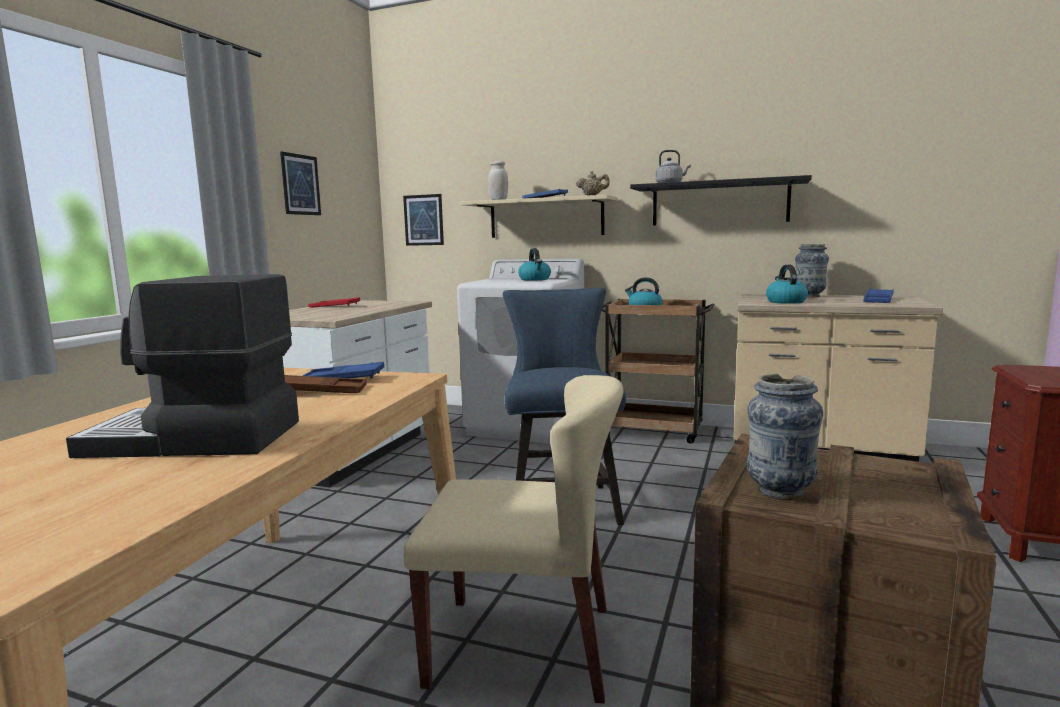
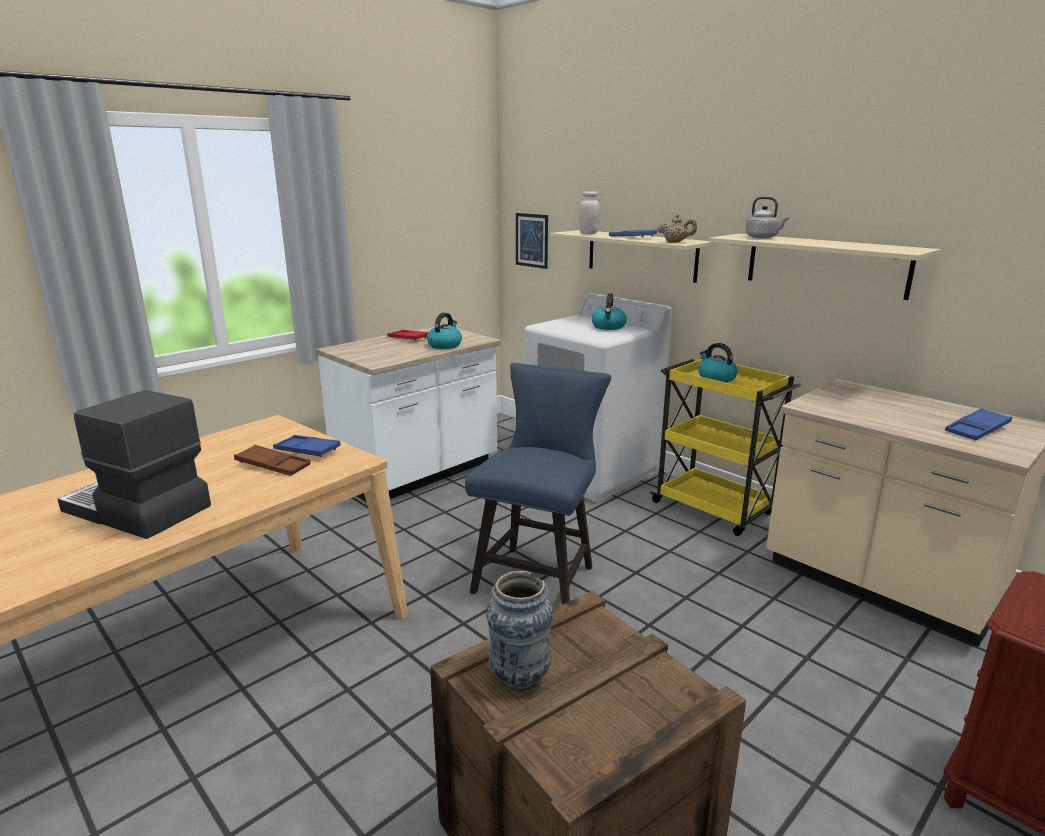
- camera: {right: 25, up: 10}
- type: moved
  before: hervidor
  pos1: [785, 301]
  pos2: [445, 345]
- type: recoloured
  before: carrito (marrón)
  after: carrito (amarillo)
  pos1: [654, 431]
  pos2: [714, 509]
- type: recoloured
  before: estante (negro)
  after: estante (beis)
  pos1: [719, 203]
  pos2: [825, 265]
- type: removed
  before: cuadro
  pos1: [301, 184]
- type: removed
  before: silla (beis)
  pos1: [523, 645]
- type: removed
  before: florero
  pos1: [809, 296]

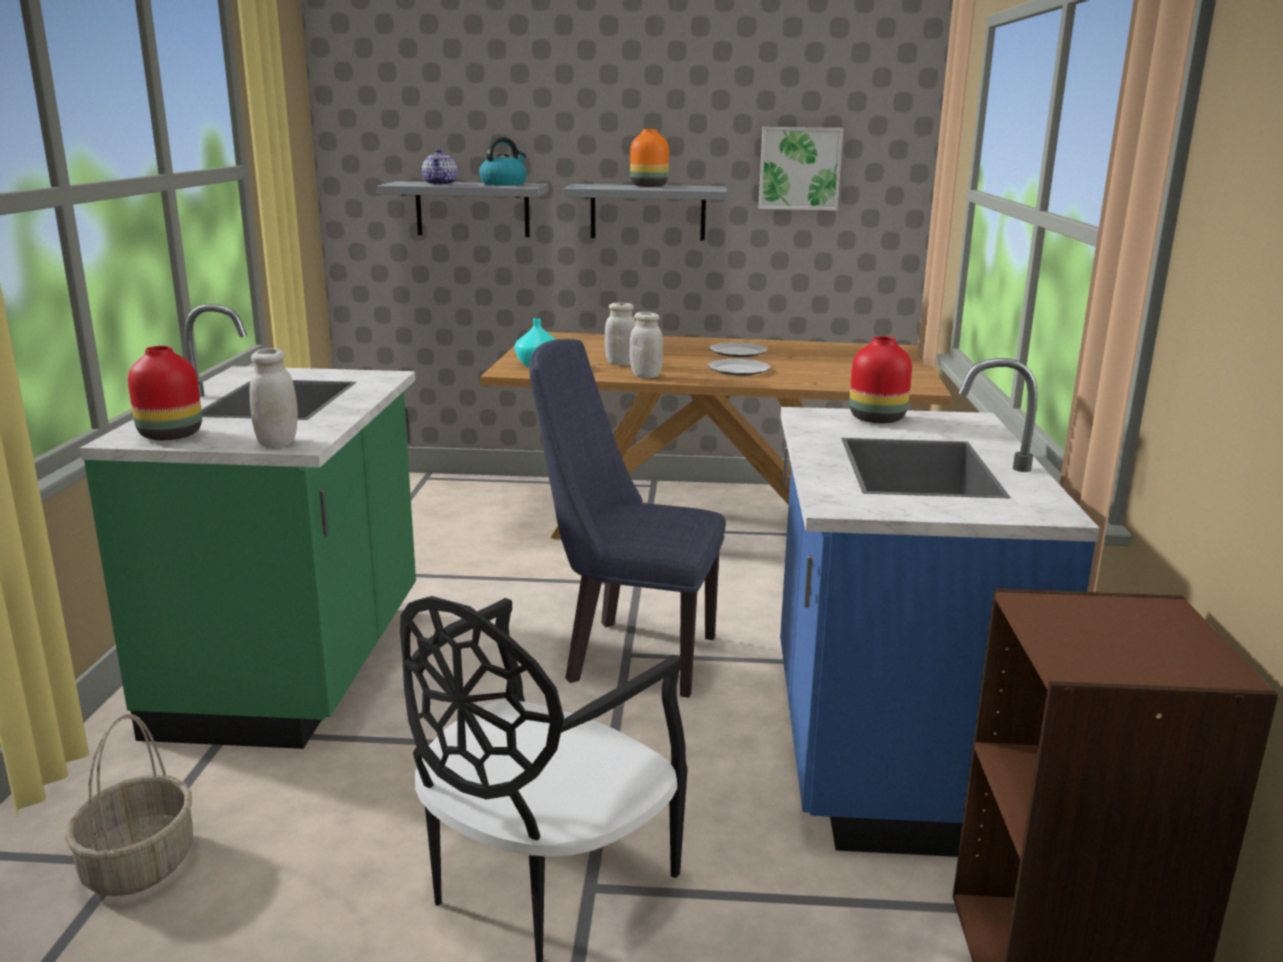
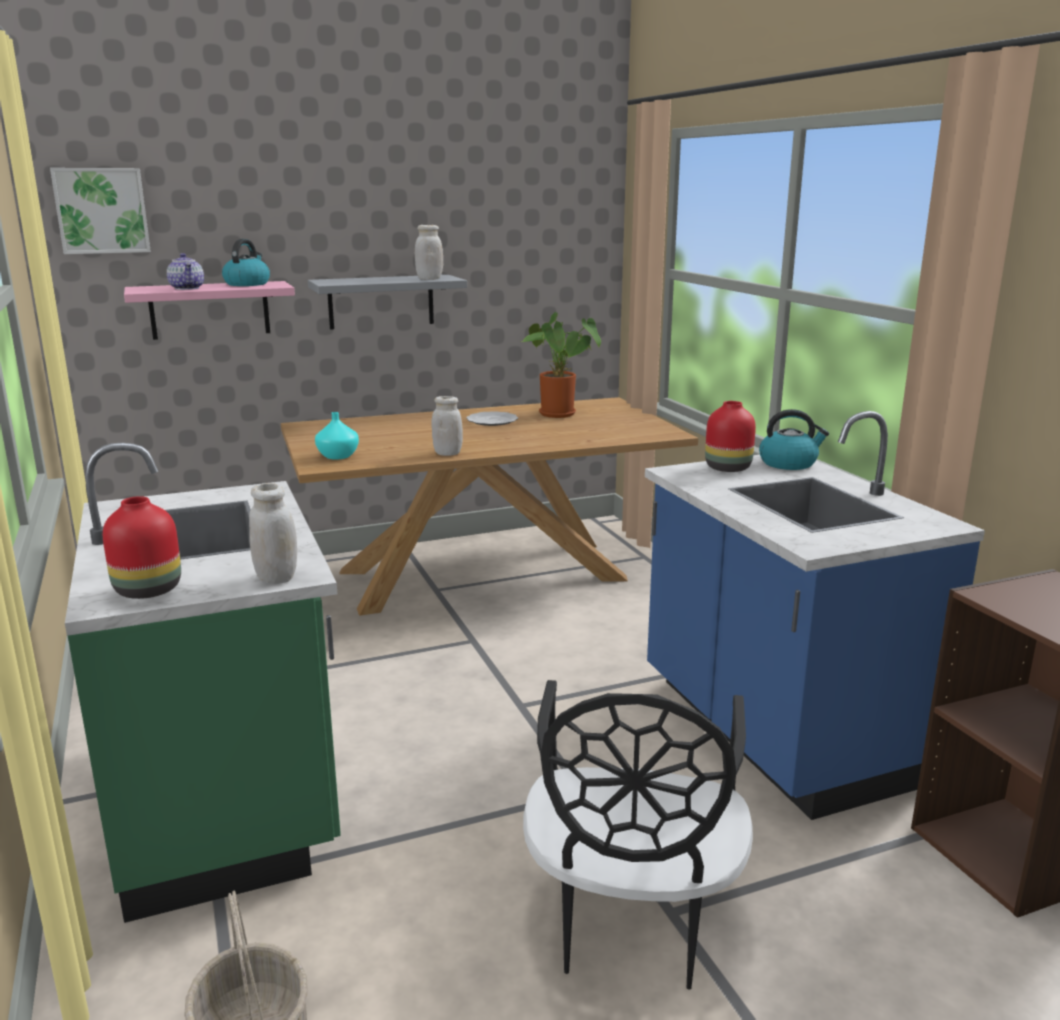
- camera: {right: -25, up: 0}
- type: moved
  before: cuadro
  pos1: [799, 168]
  pos2: [102, 210]
- type: recoloured
  before: estante (gris)
  after: estante (rosa)
  pos1: [472, 209]
  pos2: [210, 310]
- type: moved
  before: tarro (blanco)
  pos1: [620, 363]
  pos2: [429, 279]
- type: added
  after: planta en maceta
  pos2: [560, 415]
- type: added
  after: hervidor
  pos2: [789, 463]
- type: removed
  before: silla (azul)
  pos1: [628, 656]
- type: removed
  before: florero (naranja)
  pos1: [649, 186]
- type: removed
  before: plato
  pos1: [738, 369]

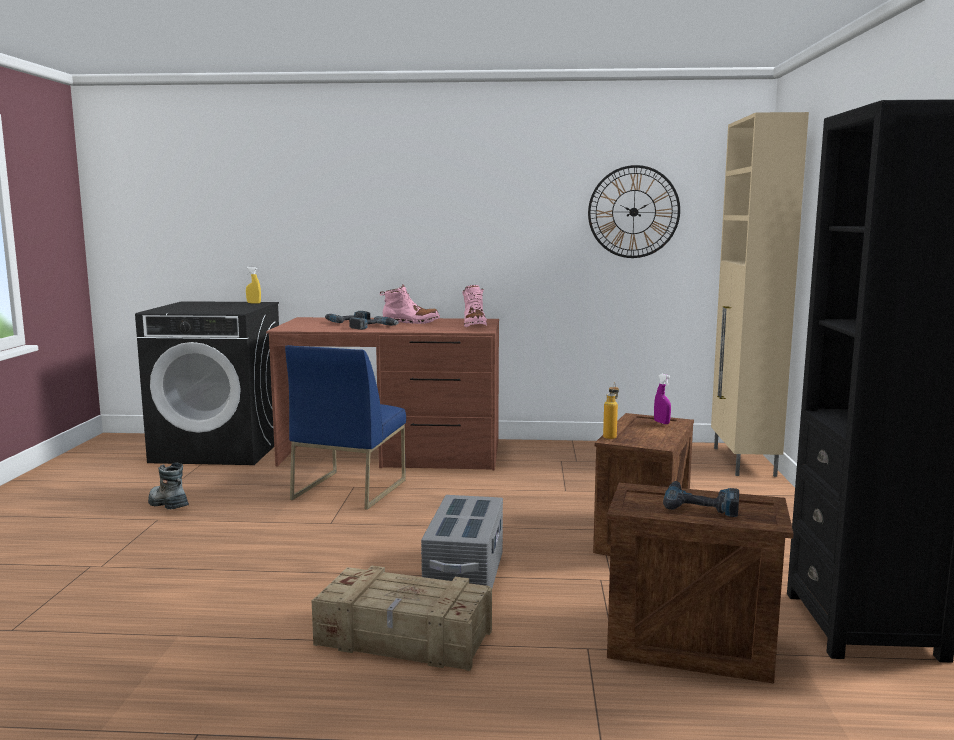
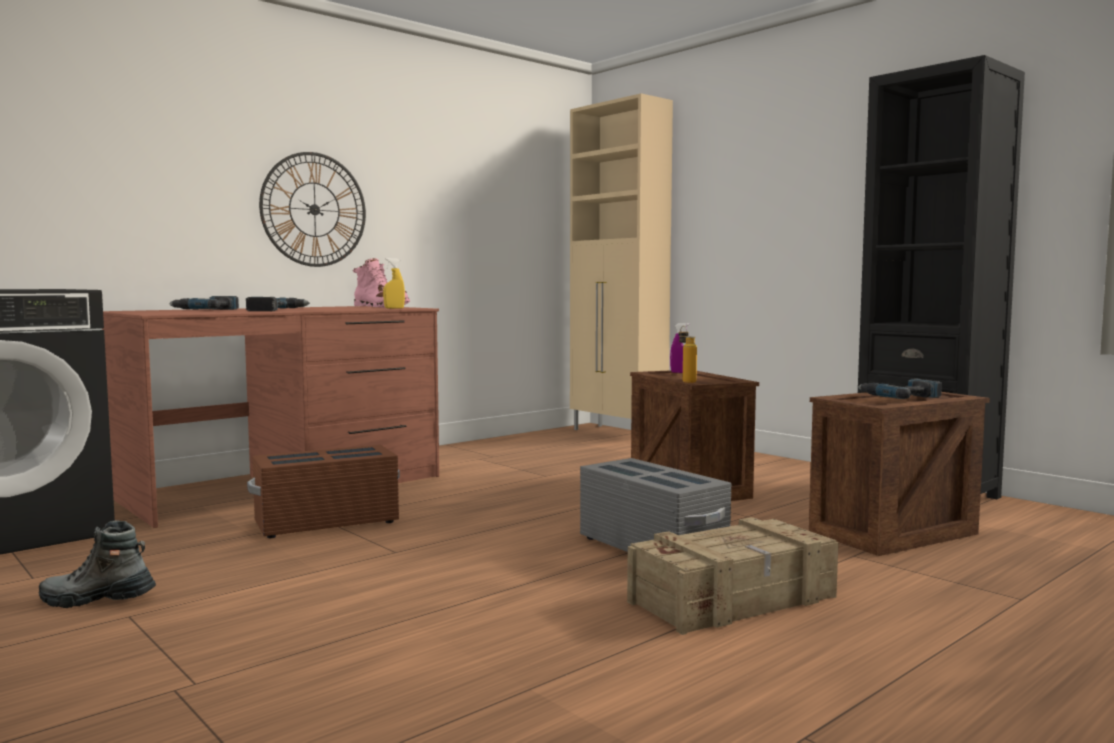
- camera: {right: -45, up: -5}
- type: replaced
  before: silla (azul)
  after: caja de almacenaje (marrón)
  pos1: [349, 489]
  pos2: [326, 523]
- type: moved
  before: reloj de pared
  pos1: [633, 212]
  pos2: [314, 209]
- type: moved
  before: pulverizador (amarillo)
  pos1: [253, 303]
  pos2: [394, 308]
- type: removed
  before: bota (rosa)
  pos1: [410, 322]

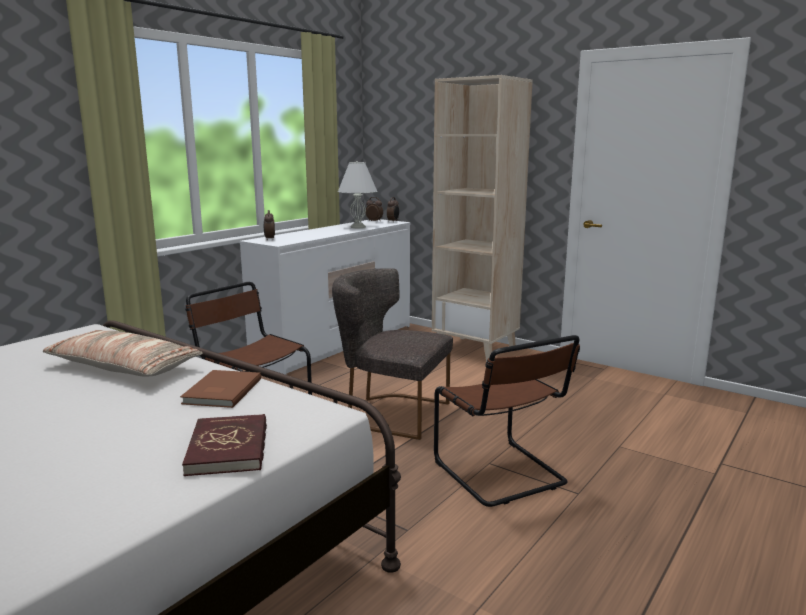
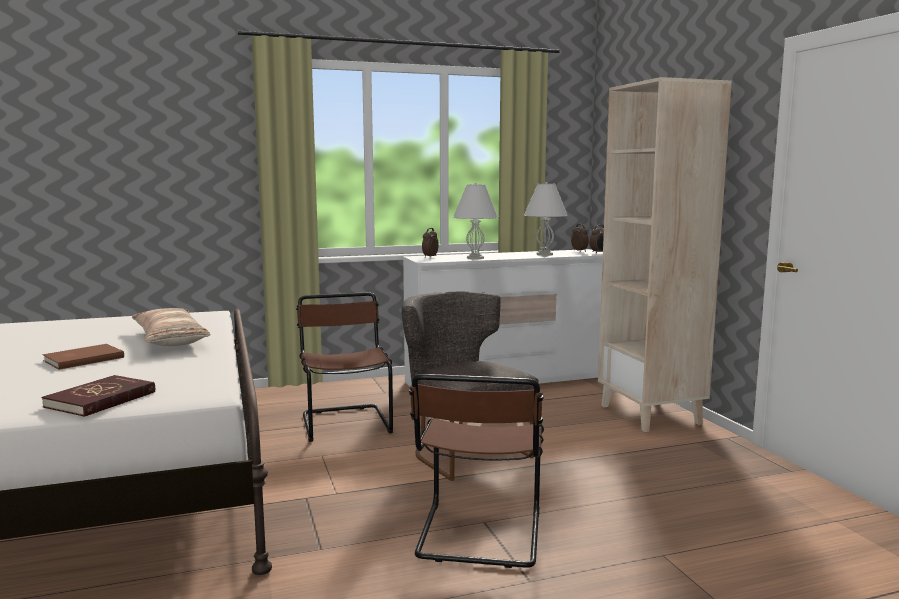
- camera: {right: 35, up: -5}
- type: moved
  before: libro (marrón)
  pos1: [220, 391]
  pos2: [82, 359]
- type: added
  after: lámpara de mesa (blanco)
  pos2: [475, 258]

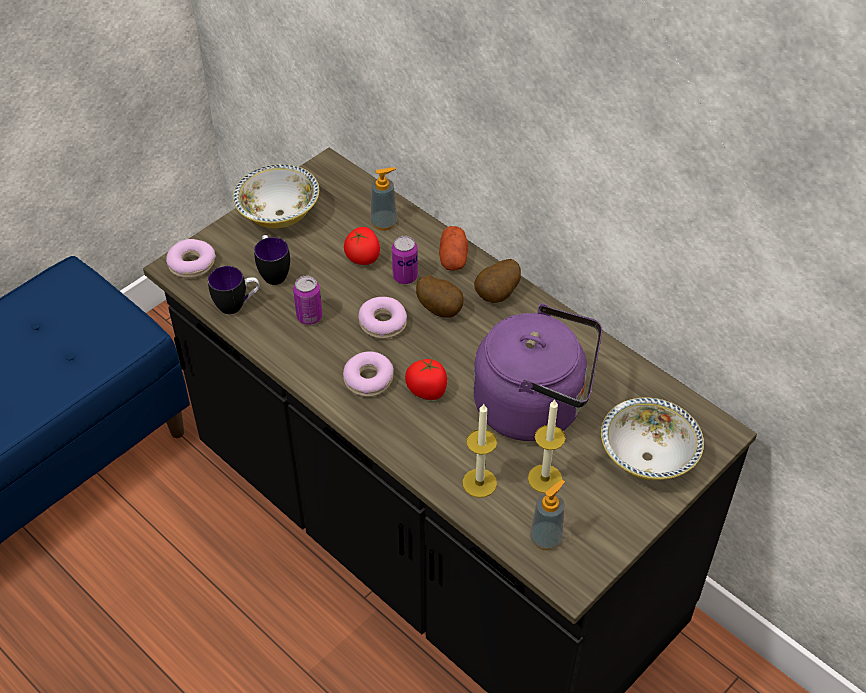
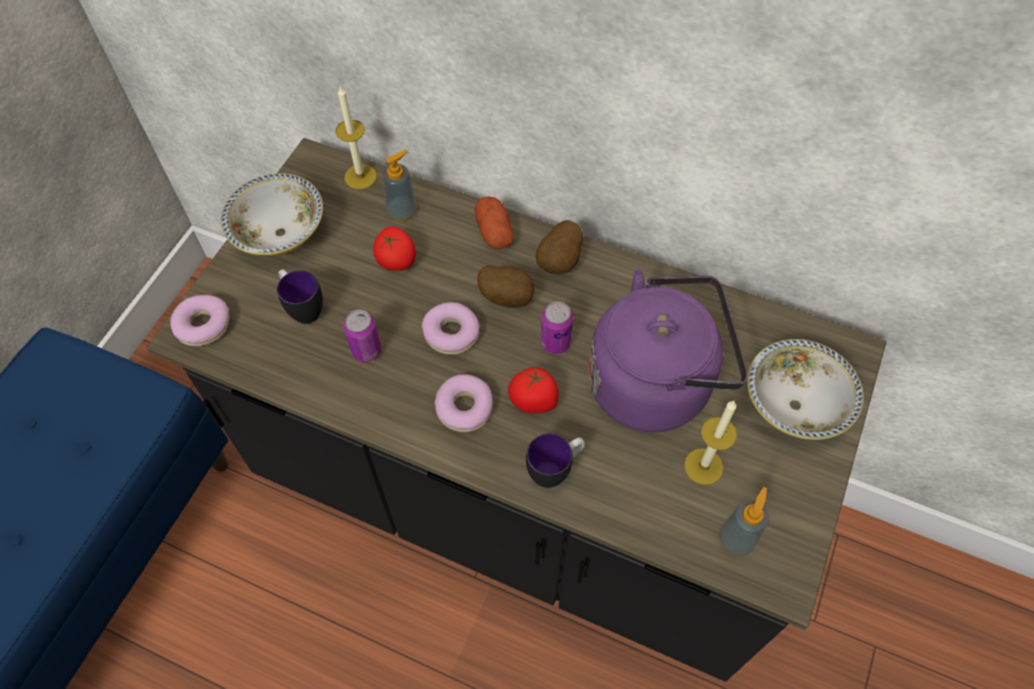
- camera: {right: -20, up: 10}
- type: moved
  before: vela
  pos1: [479, 483]
  pos2: [360, 176]
- type: moved
  before: taza grande
  pos1: [237, 305]
  pos2: [555, 470]
- type: moved
  before: lata
  pos1: [405, 277]
  pos2: [555, 342]

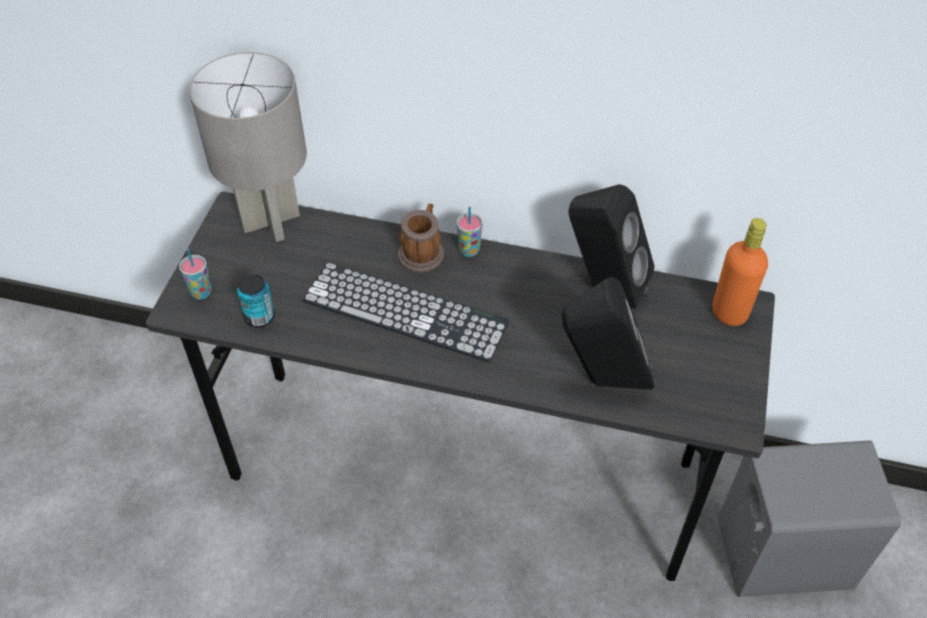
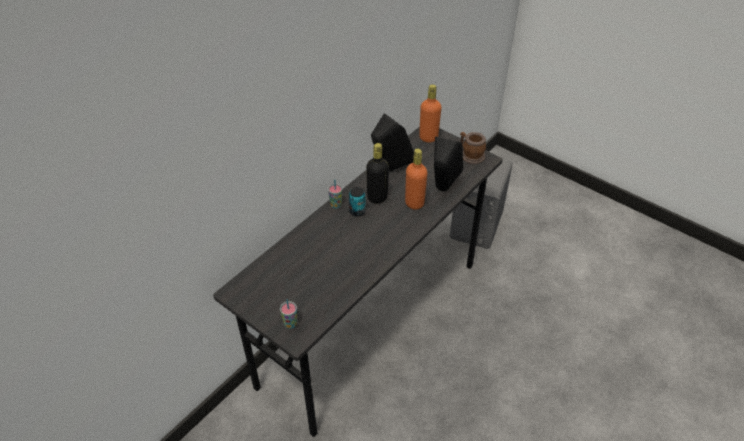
- camera: {right: -65, up: -5}
- type: moved
  before: lata
  pos1: [259, 317]
  pos2: [357, 211]
- type: added
  after: botella (negro)
  pos2: [377, 197]
- type: added
  after: botella (naranja)
  pos2: [414, 203]
- type: moved
  before: taza grande
  pos1: [422, 251]
  pos2: [470, 155]
- type: removed
  before: lámpara de mesa (gris)
  pos1: [270, 222]
- type: removed
  before: teclado
  pos1: [405, 311]

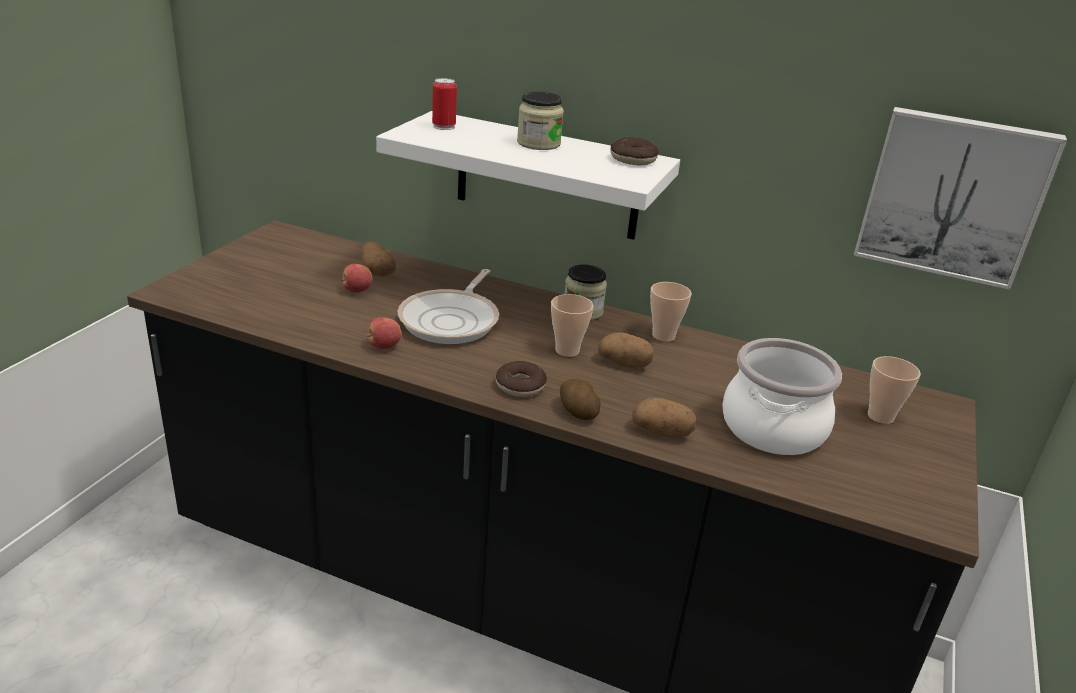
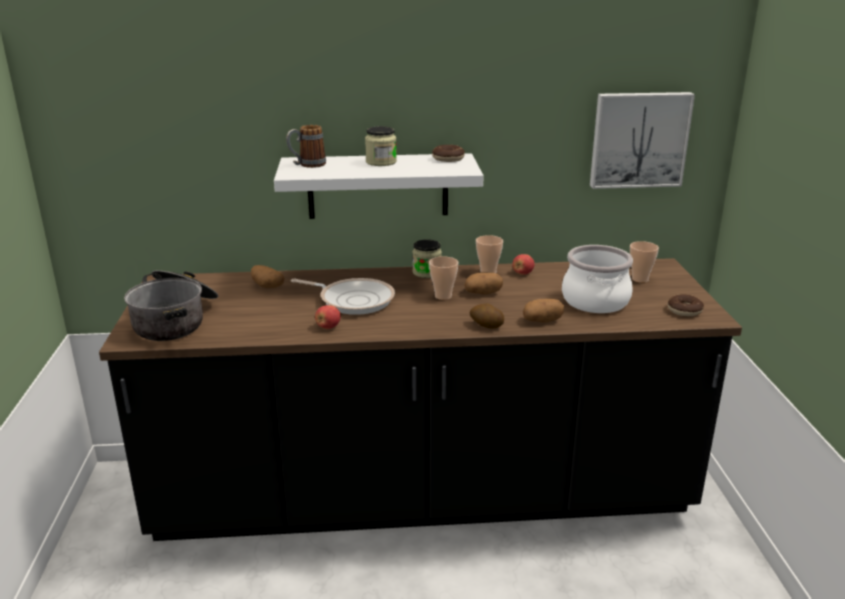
- camera: {right: -25, up: -5}
- type: added
  after: olla
  pos2: [176, 320]
- type: replaced
  before: lata
  after: taza grande
  pos1: [444, 126]
  pos2: [307, 165]
- type: turned
  before: sartén
  pos1: [452, 320]
  pos2: [353, 300]
  turn: -60
- type: moved
  before: manzana
  pos1: [357, 290]
  pos2: [522, 273]
- type: moved
  before: rosquilla
  pos1: [520, 386]
  pos2: [684, 311]

